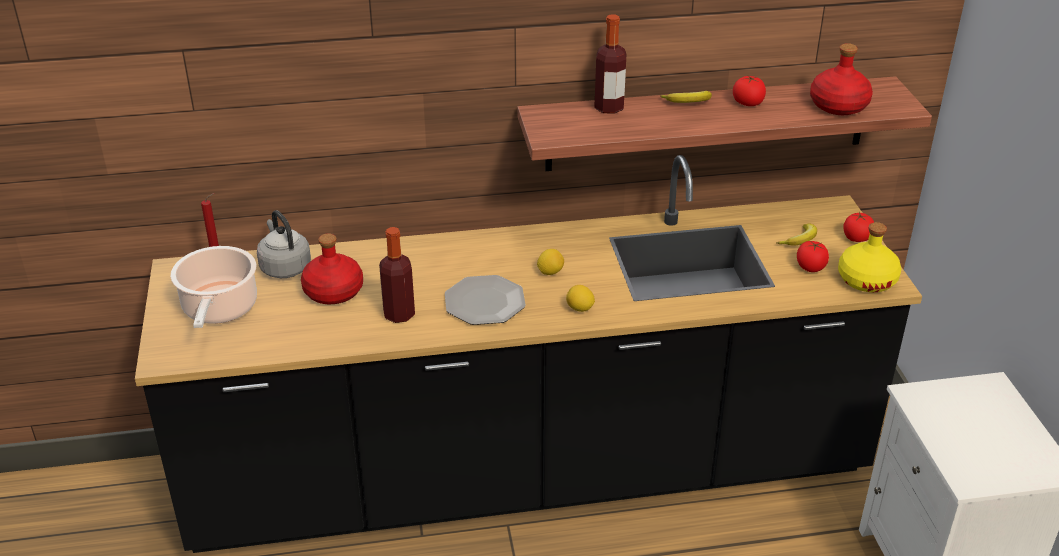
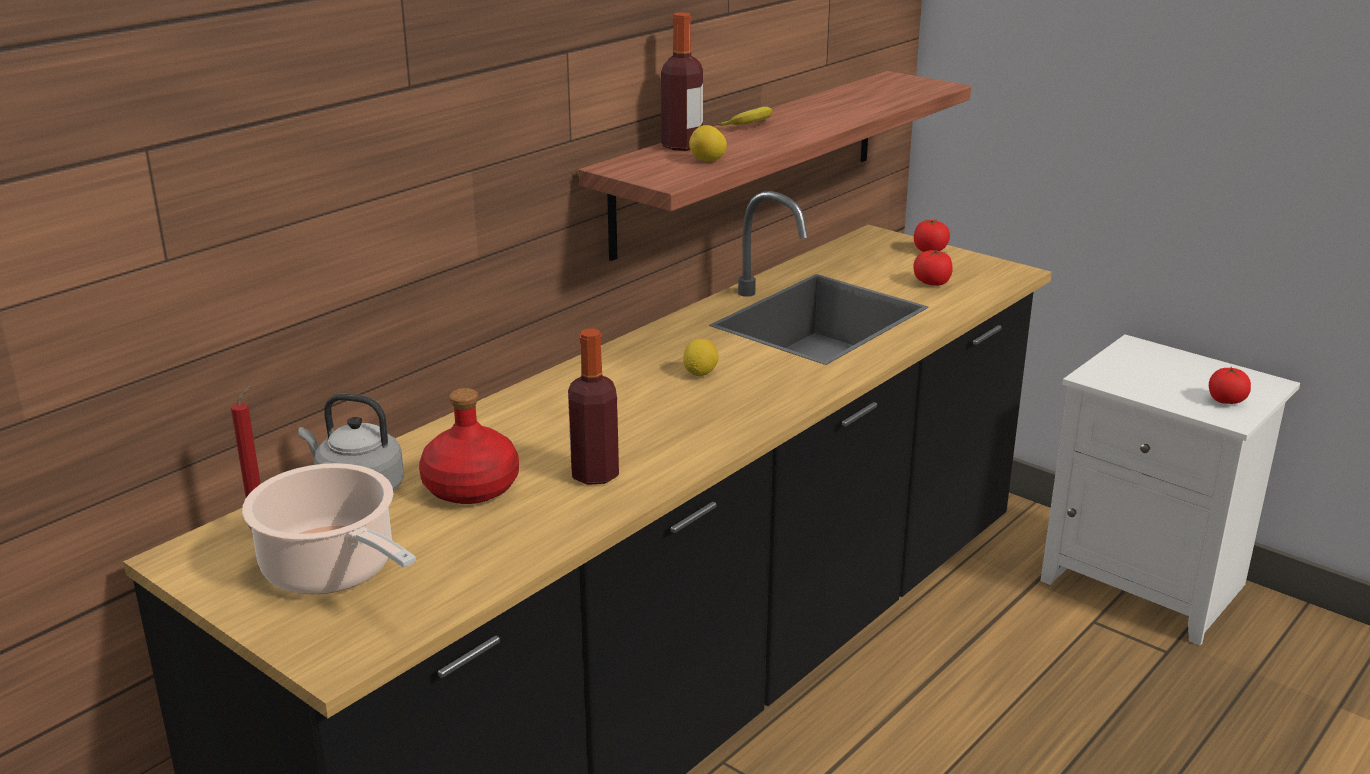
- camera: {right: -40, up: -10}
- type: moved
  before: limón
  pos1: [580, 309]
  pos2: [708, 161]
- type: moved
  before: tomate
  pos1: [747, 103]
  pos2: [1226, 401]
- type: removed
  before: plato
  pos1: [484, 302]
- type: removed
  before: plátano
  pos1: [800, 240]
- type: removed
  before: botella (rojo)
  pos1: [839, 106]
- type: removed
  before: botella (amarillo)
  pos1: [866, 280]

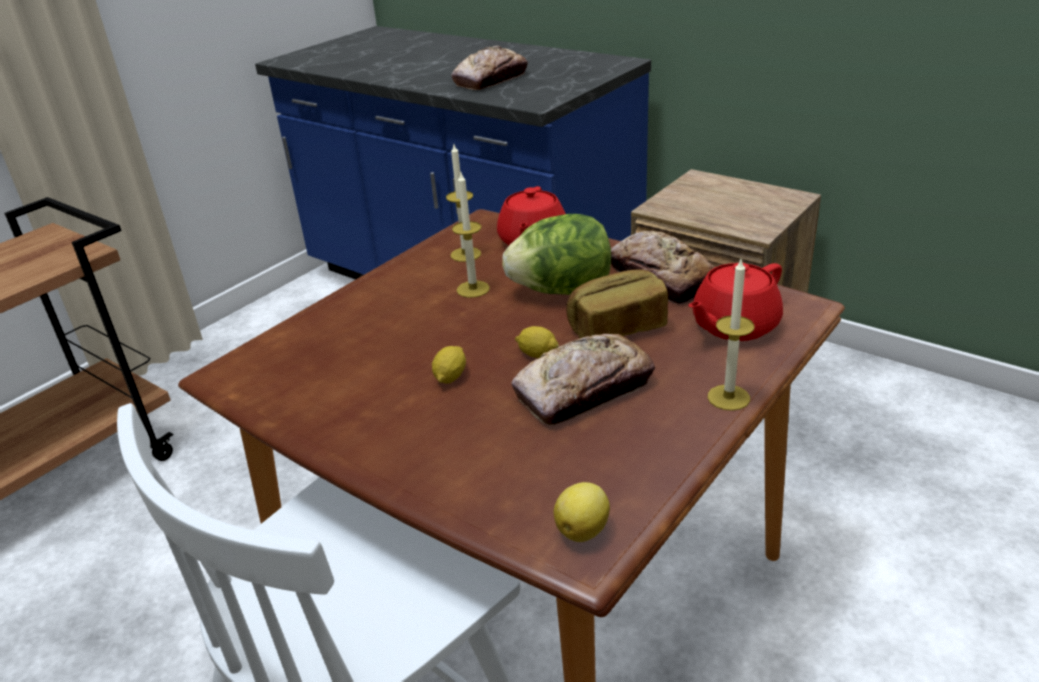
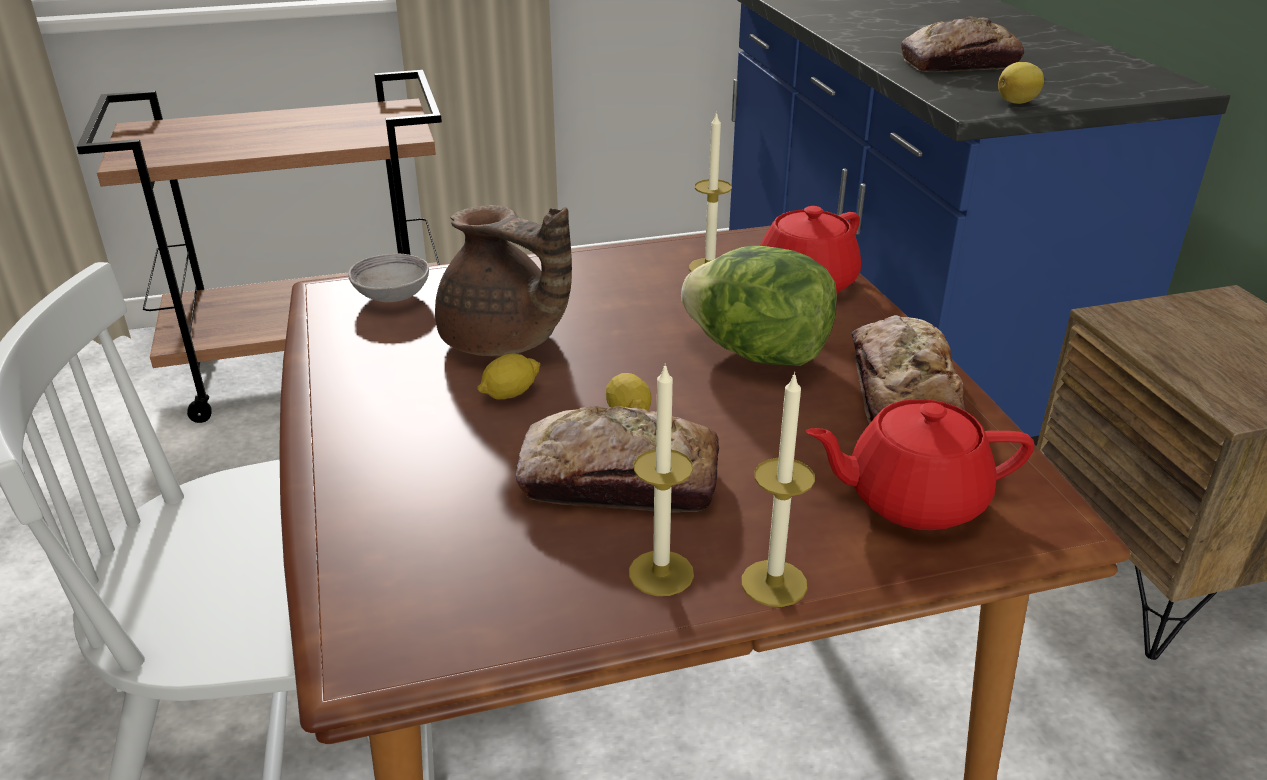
- camera: {right: 35, up: 0}
- type: added
  after: cuenco (gris)
  pos2: [392, 296]
- type: added
  after: tetera (marrón)
  pos2: [503, 342]
- type: moved
  before: vela
  pos1: [473, 289]
  pos2: [661, 573]
- type: moved
  before: limón
  pos1: [583, 529]
  pos2: [1018, 102]
- type: removed
  before: pan
  pos1: [617, 328]

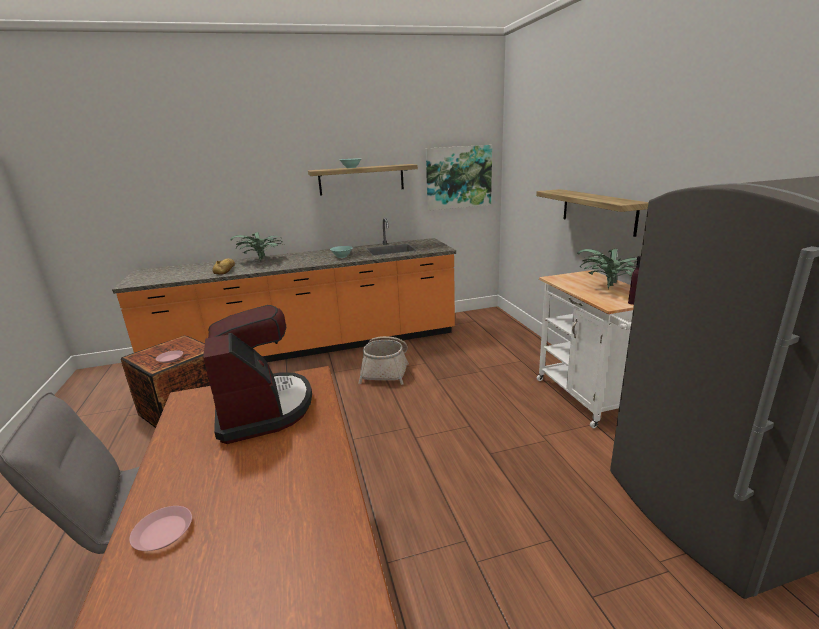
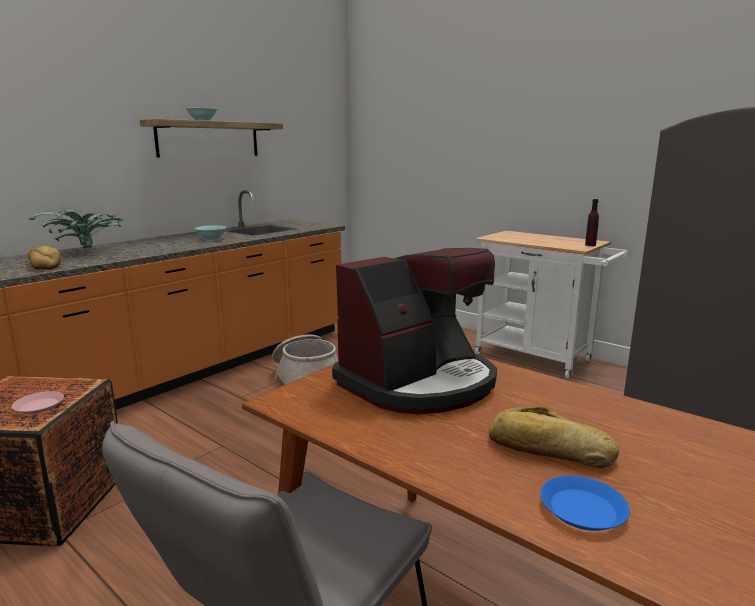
- camera: {right: -35, up: -5}
- type: turned
  before: cafetera
  pos1: [263, 408]
  pos2: [419, 383]
  turn: 105
- type: added
  after: pan
  pos2: [549, 450]
- type: recoloured
  before: plato (rosa)
  after: plato (azul)
  pos1: [162, 532]
  pos2: [582, 509]
- type: removed
  before: cuadro
  pos1: [458, 177]
- type: removed
  before: estante
  pos1: [597, 211]
- type: removed
  before: planta en maceta
  pos1: [610, 288]

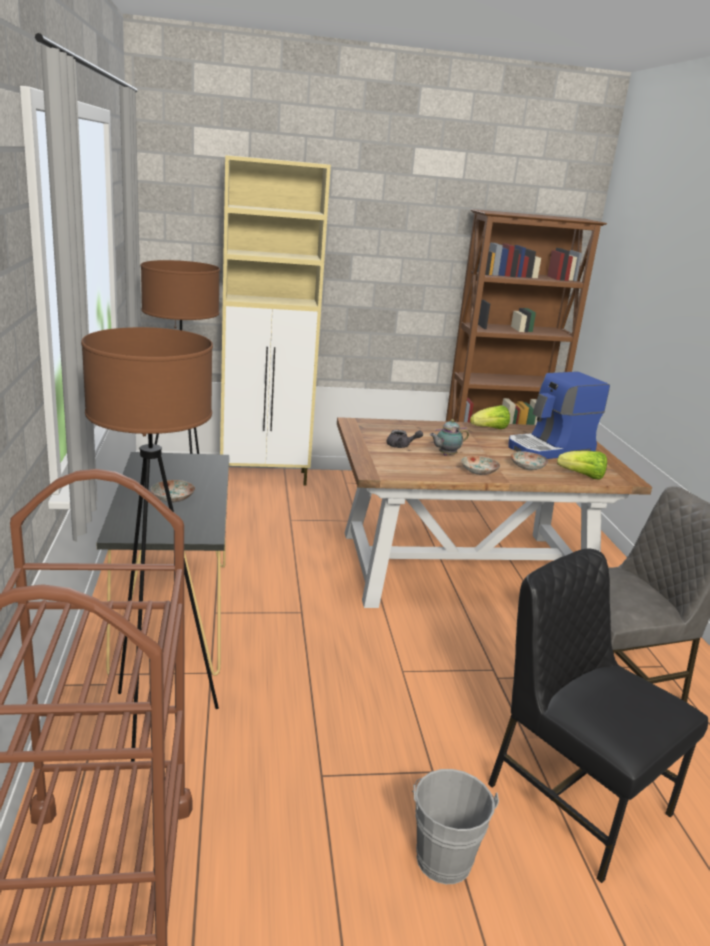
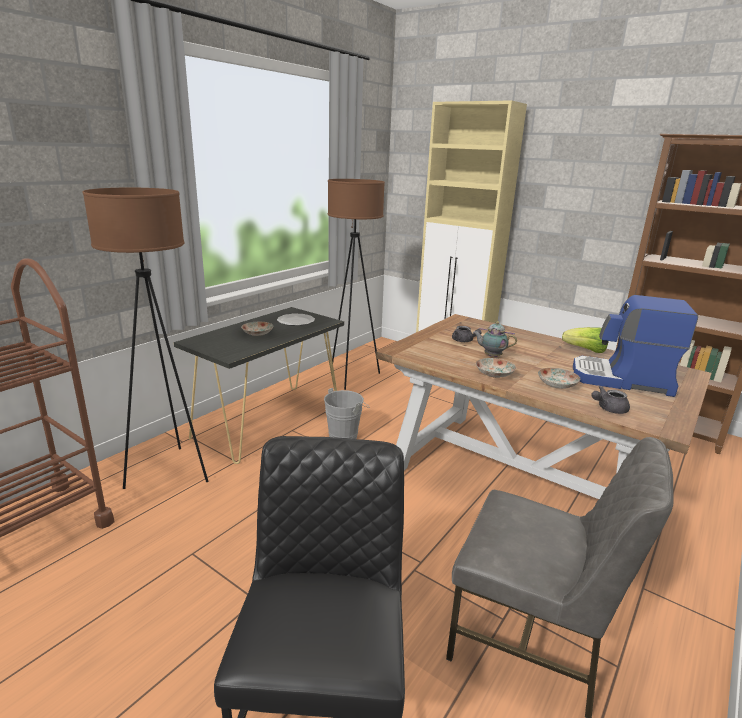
- camera: {right: 45, up: 0}
- type: added
  after: plato
  pos2: [295, 321]
- type: moved
  before: cubo (gris)
  pos1: [443, 854]
  pos2: [345, 435]
- type: replaced
  before: lechuga
  after: tetera (gris)
  pos1: [582, 476]
  pos2: [608, 409]

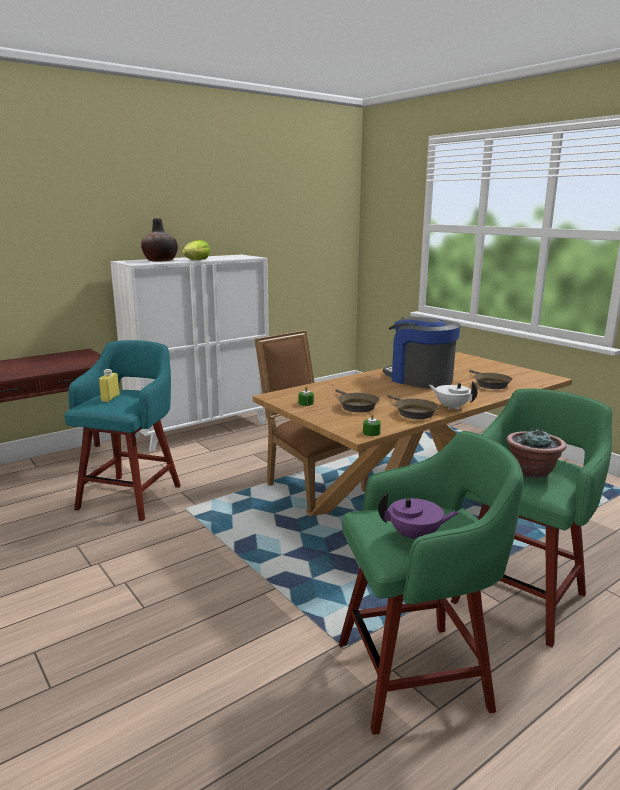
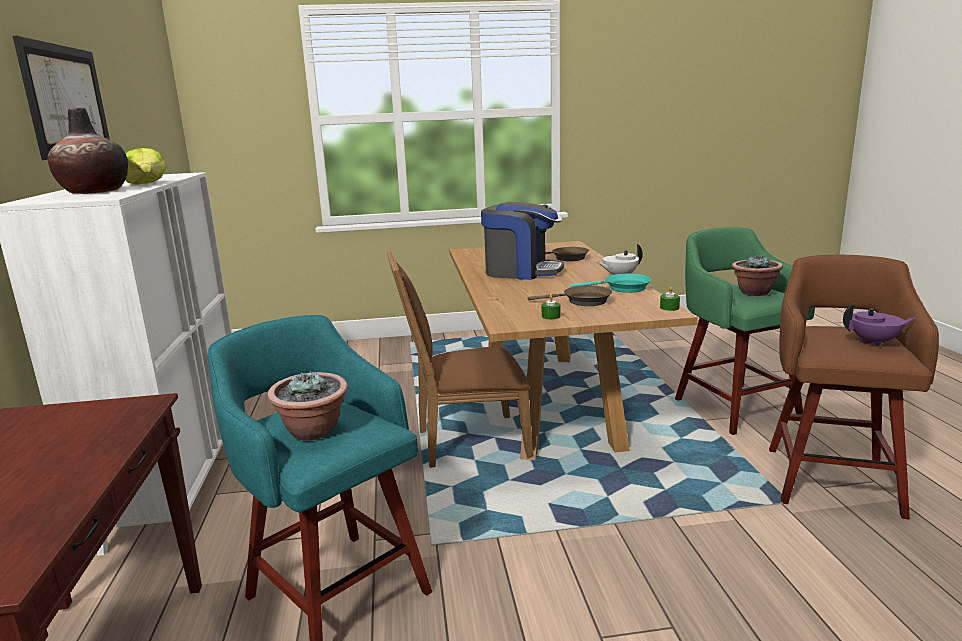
- camera: {right: -60, up: 0}
- type: added
  after: cuadro
  pos2: [67, 101]
- type: replaced
  before: botella (amarillo)
  after: planta en maceta
  pos1: [110, 398]
  pos2: [313, 431]
- type: turned
  before: cafetera
  pos1: [419, 379]
  pos2: [521, 271]
  turn: -150
- type: recoloured
  before: sartén (marrón)
  after: sartén (turquesa)
  pos1: [413, 412]
  pos2: [623, 288]
- type: recoloured
  before: taburete (verde)
  after: taburete (marrón)
  pos1: [417, 675]
  pos2: [831, 478]
- type: turned
  before: tetera (morado)
  pos1: [415, 536]
  pos2: [874, 342]
  turn: 60

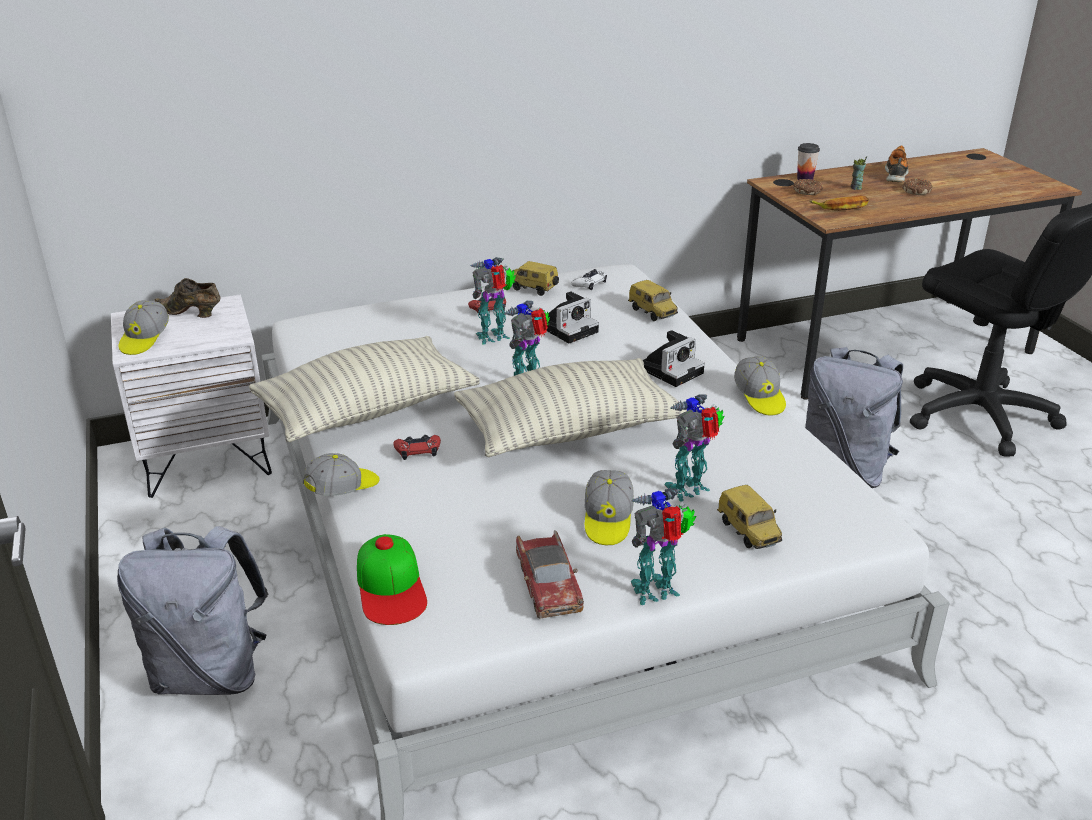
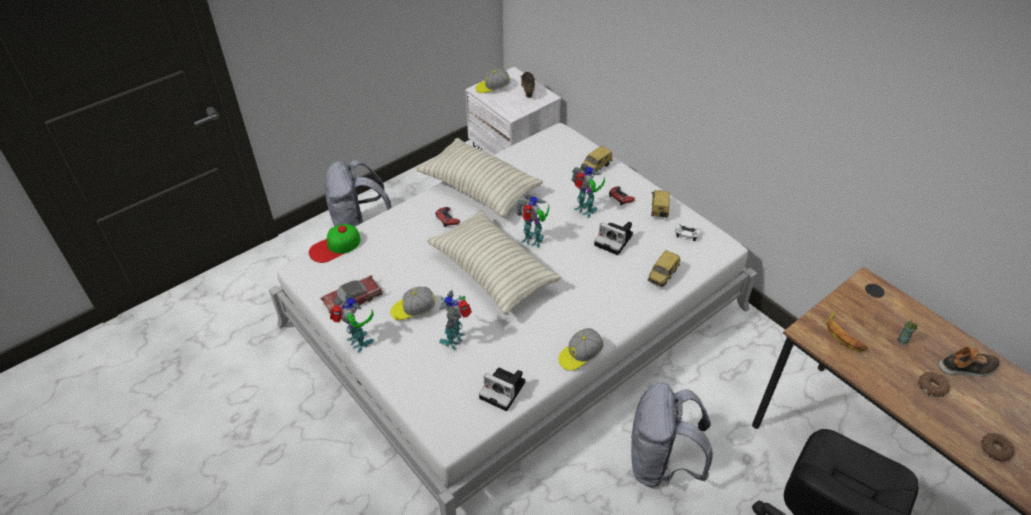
- camera: {right: 70, up: 15}
- type: turned
  before: robot de juguete
  pos1: [690, 490]
  pos2: [455, 339]
  turn: -105
- type: moved
  before: cámara
  pos1: [671, 369]
  pos2: [504, 390]
- type: moved
  before: coche de juguete
  pos1: [749, 533]
  pos2: [596, 168]
- type: moved
  before: rosquilla
  pos1: [807, 192]
  pos2: [995, 450]
- type: removed
  before: gorra
  pos1: [343, 489]
- type: removed
  before: taza
  pos1: [805, 178]

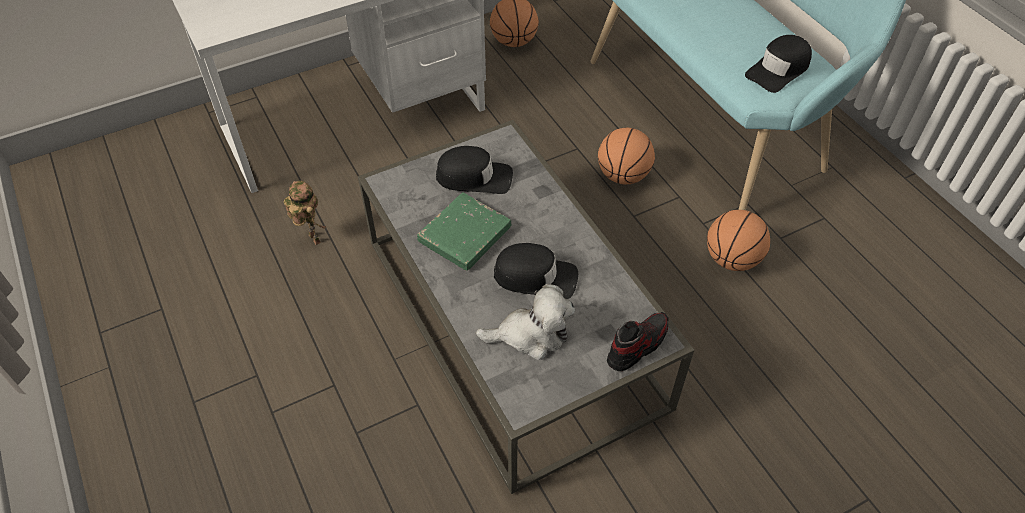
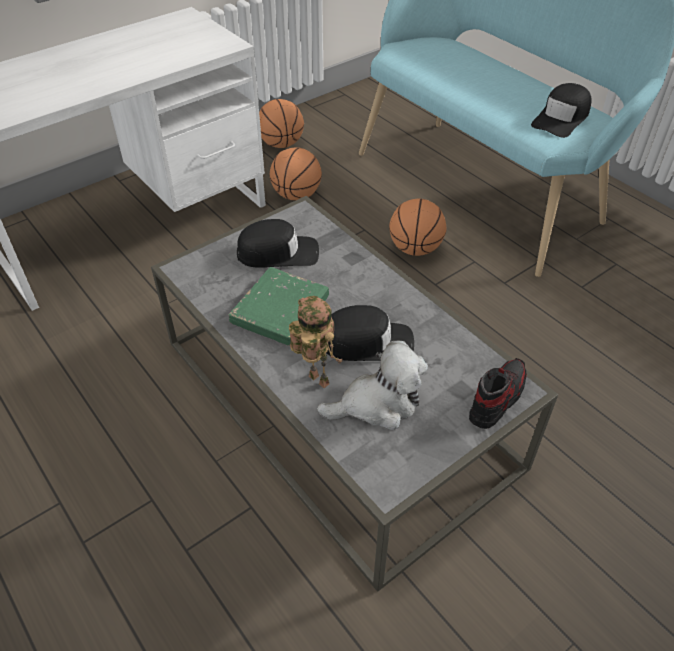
- camera: {right: -10, up: -5}
- type: moved
  before: balón de baloncesto
  pos1: [732, 259]
  pos2: [296, 195]
- type: moved
  before: robot de juguete
  pos1: [312, 239]
  pos2: [315, 380]

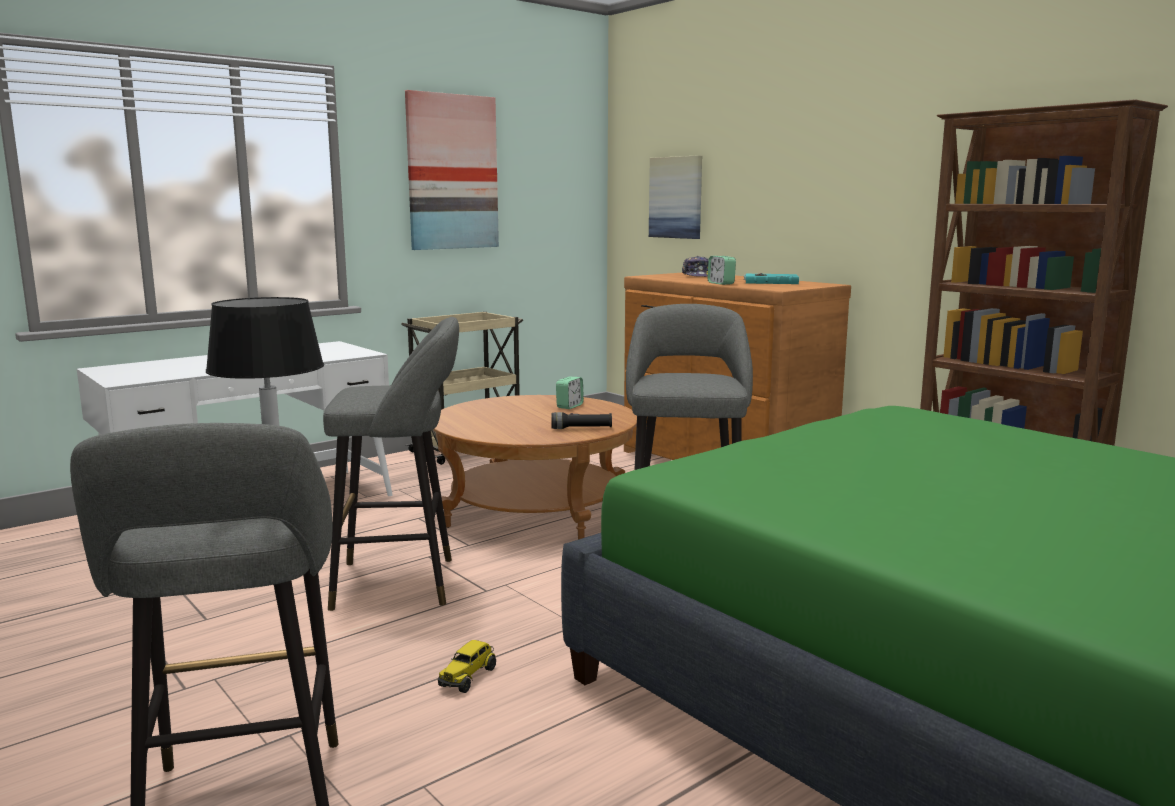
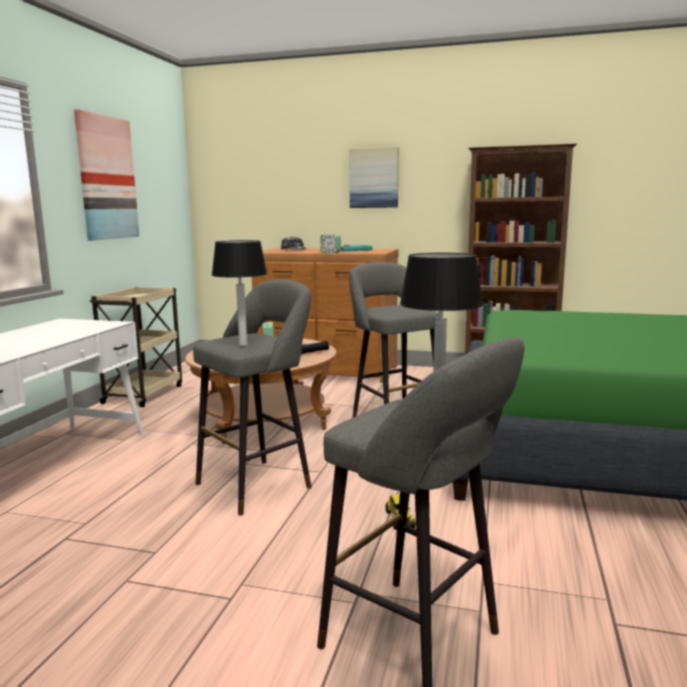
- camera: {right: -35, up: 0}
- type: added
  after: lámpara de mesa
  pos2: [243, 345]
- type: moved
  before: cuadro
  pos1: [676, 197]
  pos2: [374, 178]

